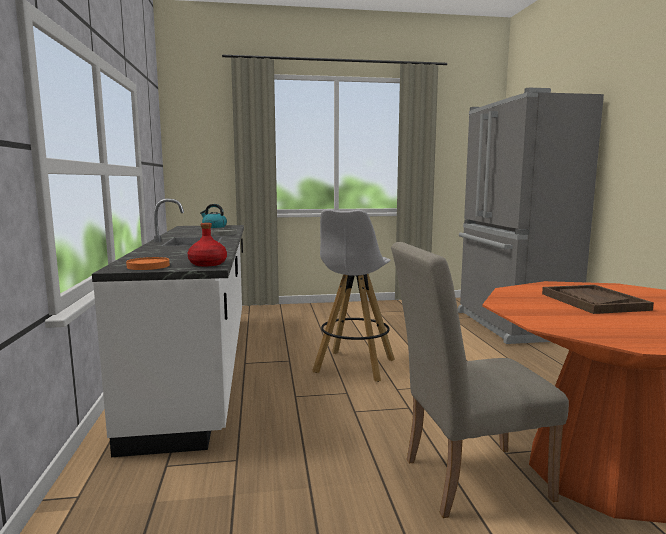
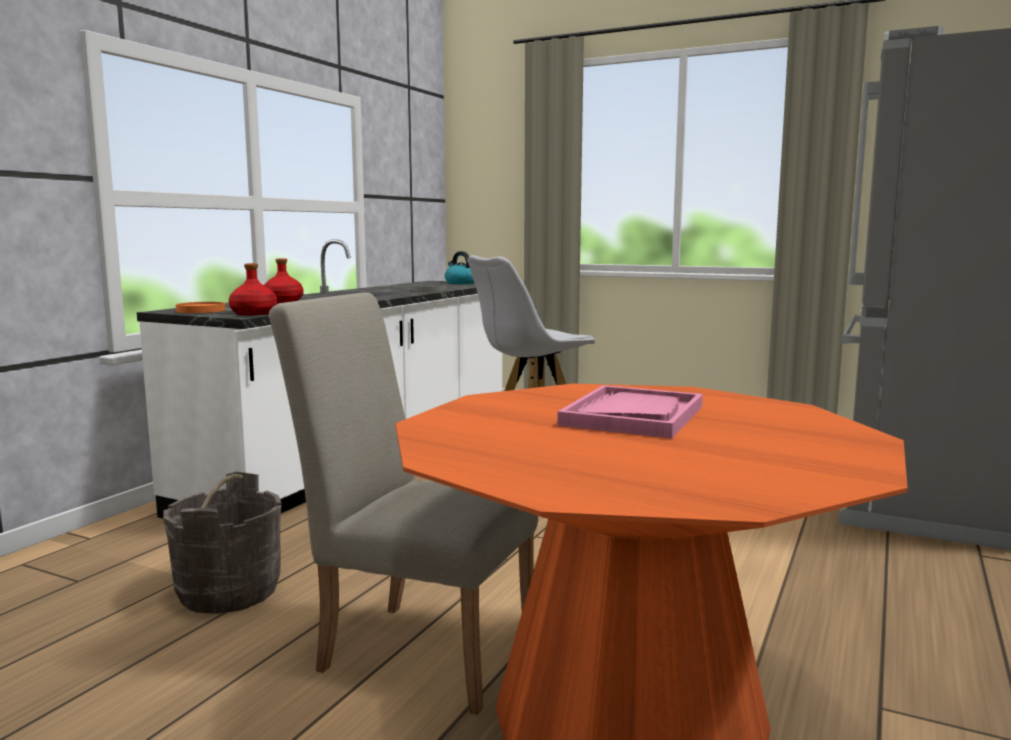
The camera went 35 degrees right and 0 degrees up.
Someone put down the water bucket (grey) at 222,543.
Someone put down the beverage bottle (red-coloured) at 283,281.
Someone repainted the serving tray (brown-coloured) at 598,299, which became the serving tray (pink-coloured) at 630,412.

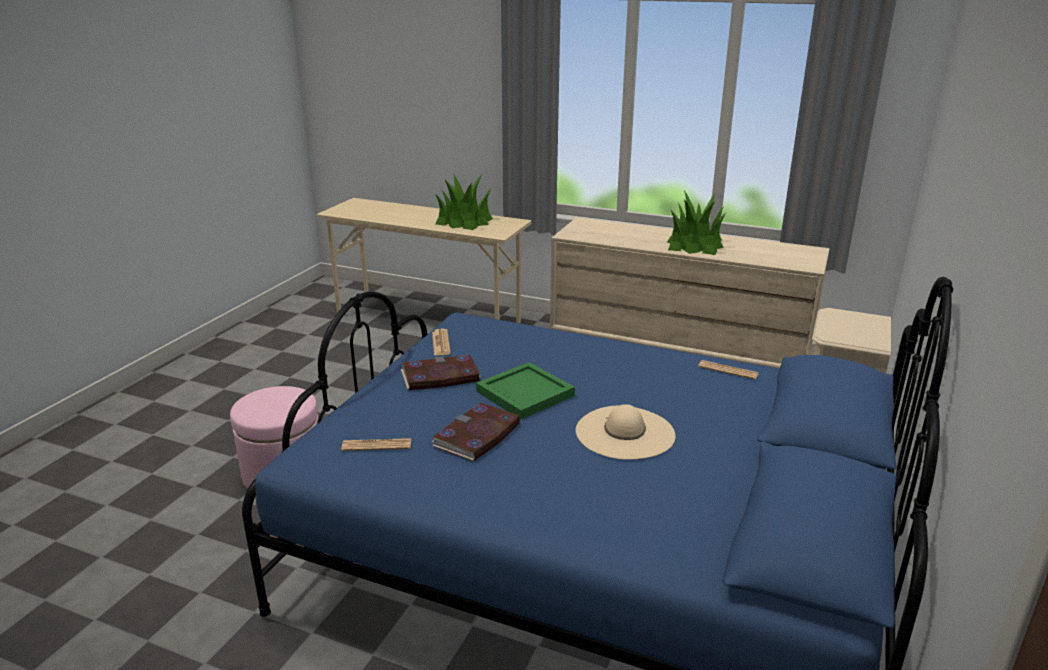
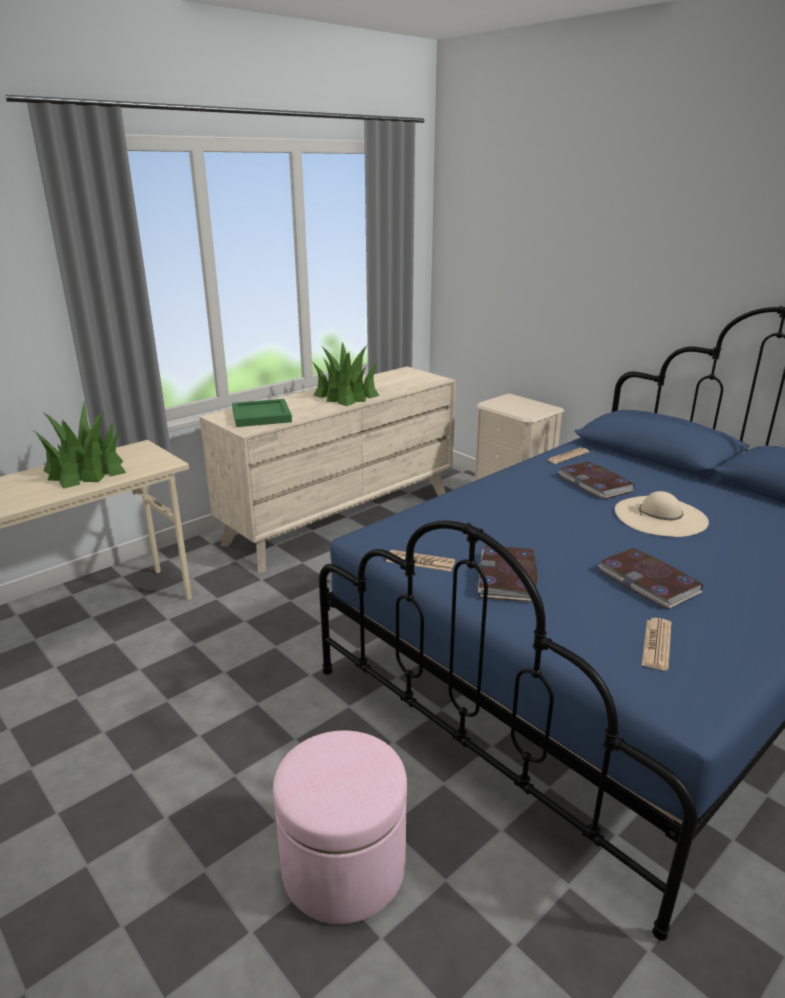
The camera went 65 degrees left and 0 degrees up.
Someone put down the bound book at 596,480.
Someone carried the serving tray (green-coloured) from 525,390 to 262,413.

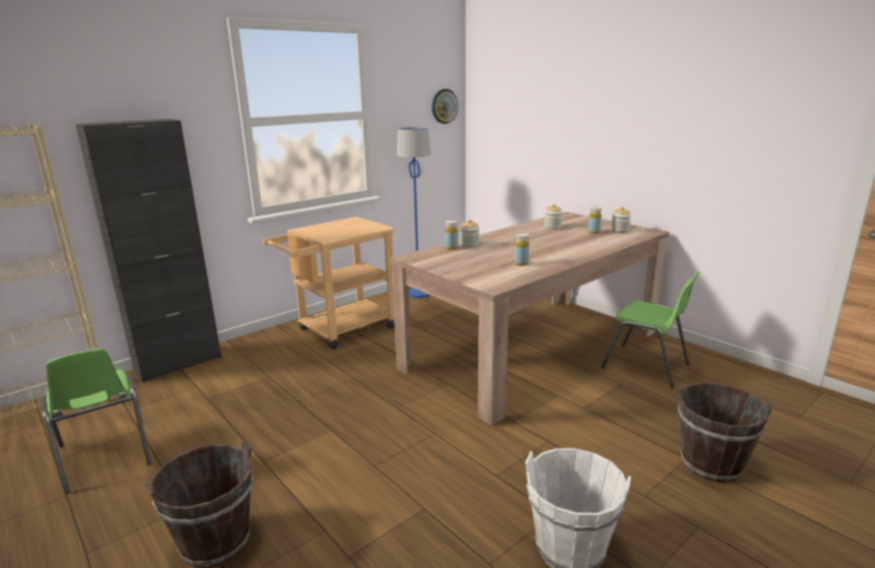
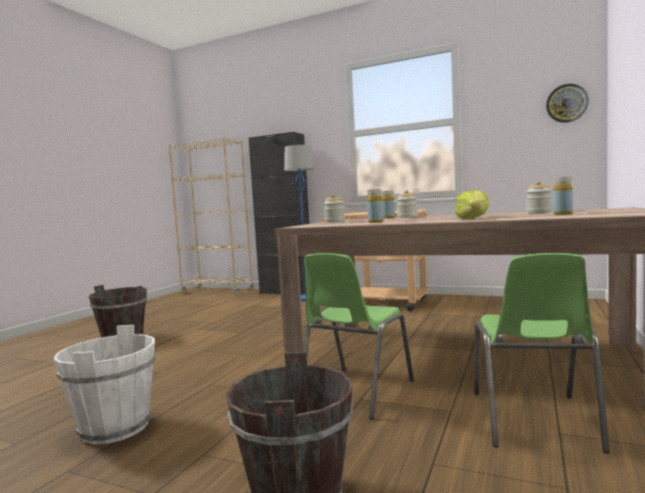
The camera went 65 degrees right and 15 degrees down.
Someone put down the lettuce head at 472,204.
Someone carried the upright chair (green-coloured) from 96,421 to 358,336.
Someone carried the floor lamp (blue) from 414,212 to 299,223.
Someone carried the jar from 621,220 to 334,208.

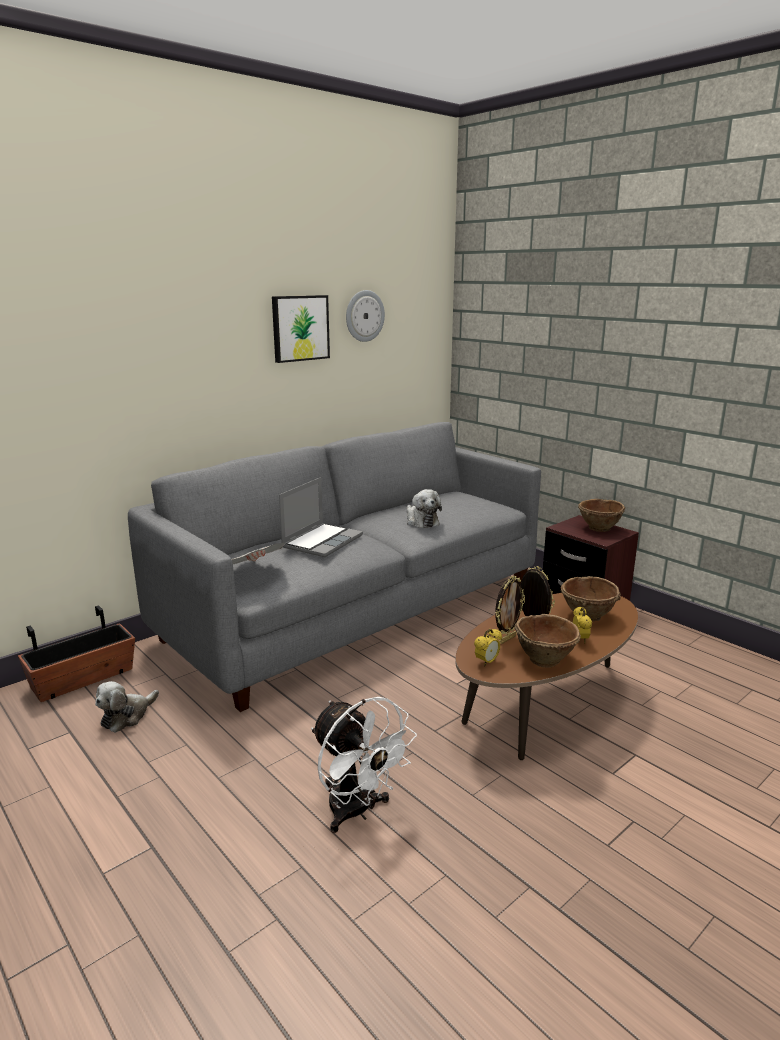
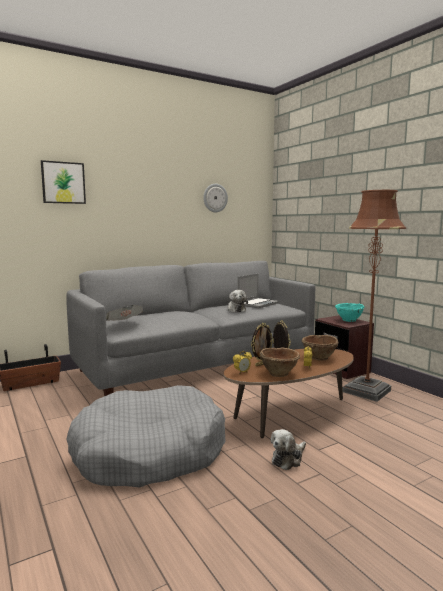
The camera went 10 degrees right and 10 degrees down.
Someone put down the floor lamp (brown-coloured) at 374,296.
Someone carried the cuddly toy from 127,707 to 288,449.
Someone carried the wall art from 301,329 to 63,182.
Someone carried the notebook computer from 321,517 to 258,291.
Someone swapped the fan (white-coloured) at 364,765 for the dog bed (grey) at 146,436.
Someone repainted the bowl (brown-coloured) at 601,515, which became the bowl (turquoise-coloured) at 350,312.

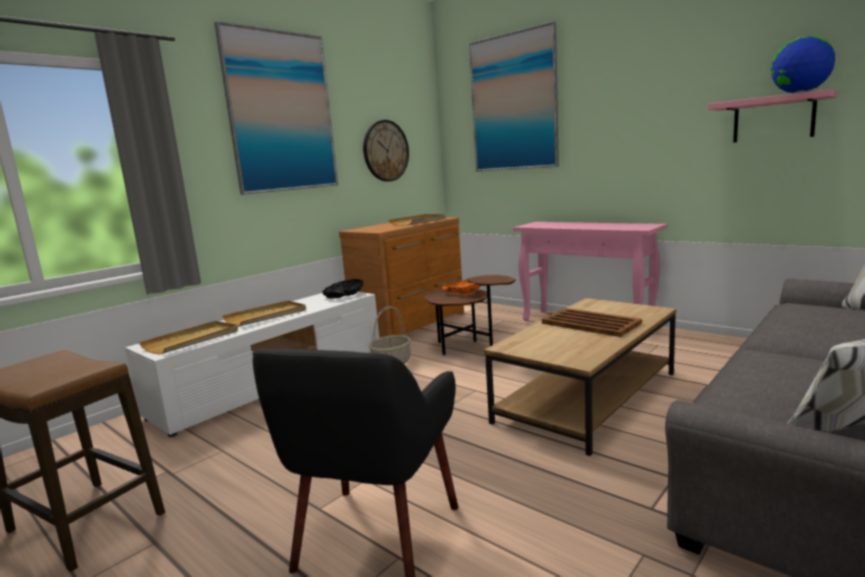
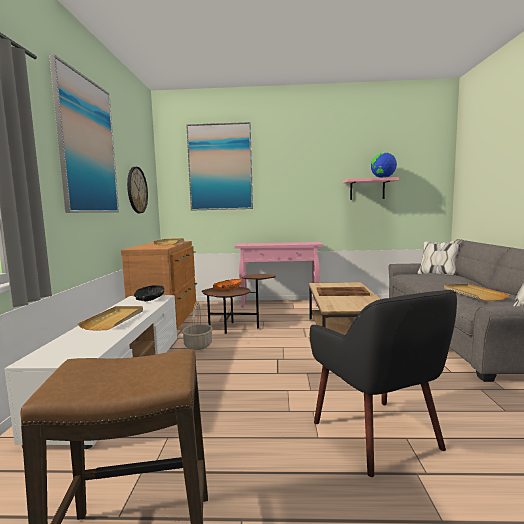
The camera went 40 degrees left and 5 degrees down.
Someone carried the serving tray (beige) from 188,338 to 477,292.

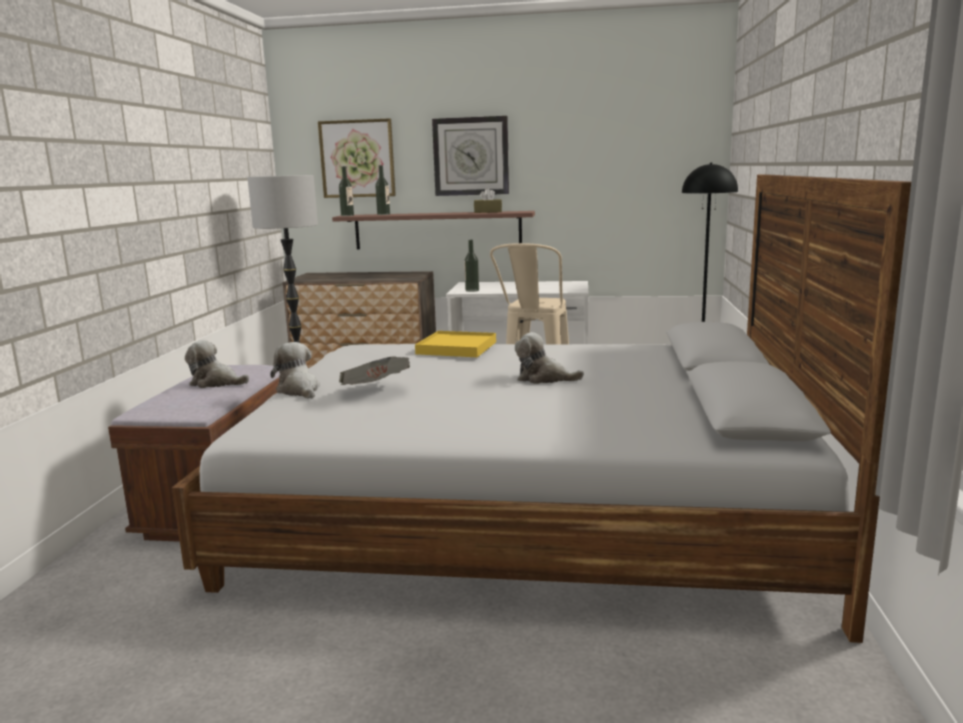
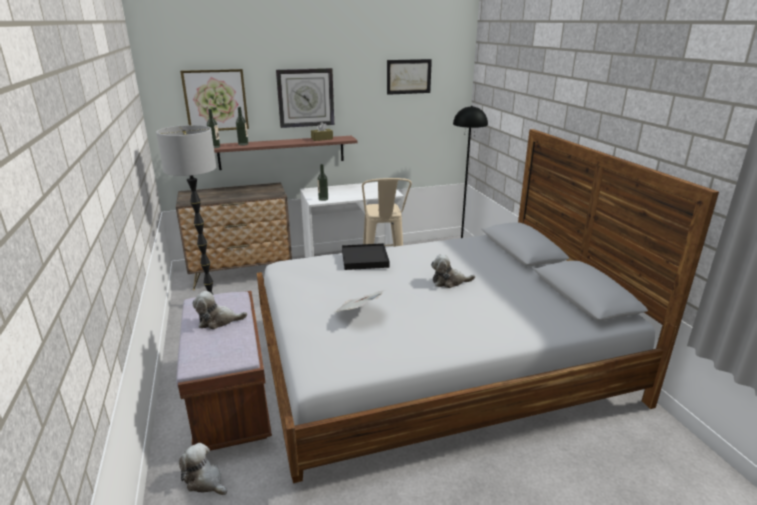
The camera went 25 degrees left and 10 degrees up.
Someone put up the wall art at 409,77.
Someone carried the cuddly toy from 295,370 to 203,469.
Someone repainted the serving tray (yellow-coloured) at 455,344, which became the serving tray (black-coloured) at 366,256.

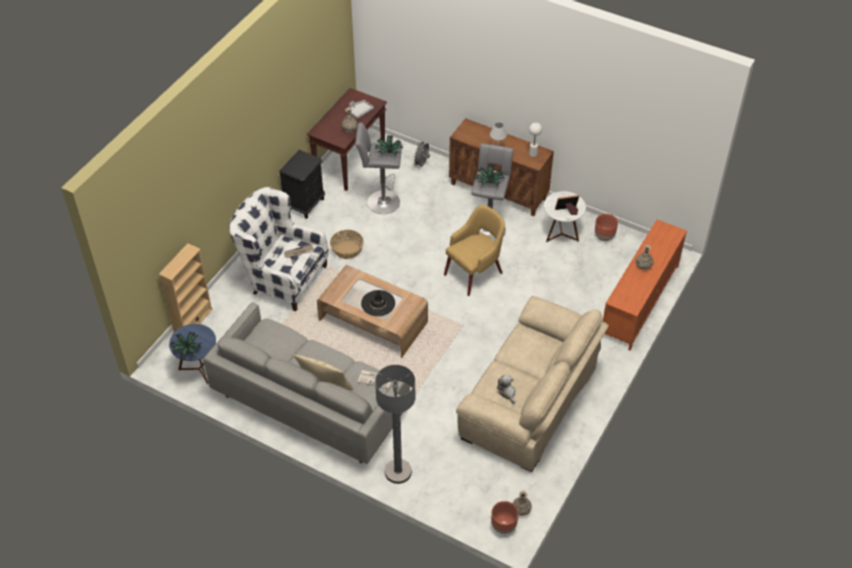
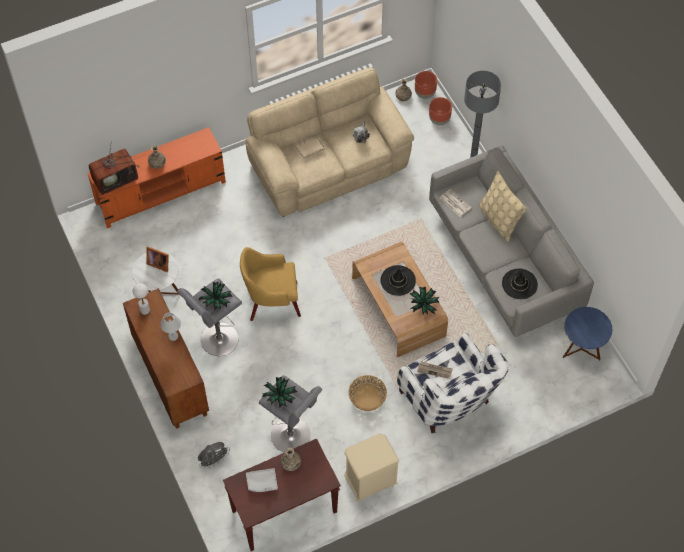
The camera went 145 degrees left and 10 degrees up.
Someone took away the shelving unit (beige) at 185,287.
Someone put down the television at 114,168.
Someone put down the serving tray (beige) at 310,148.
Someone put down the wearable hat (black-coloured) at 520,283.
Someone carried the houseplant from 186,344 to 425,300.
Someone carried the flower pot (brown-coloured) from 606,227 to 440,111.
Someone repainted the nightstand (black-coloured) at 302,184, which became the nightstand (beige) at 371,467.

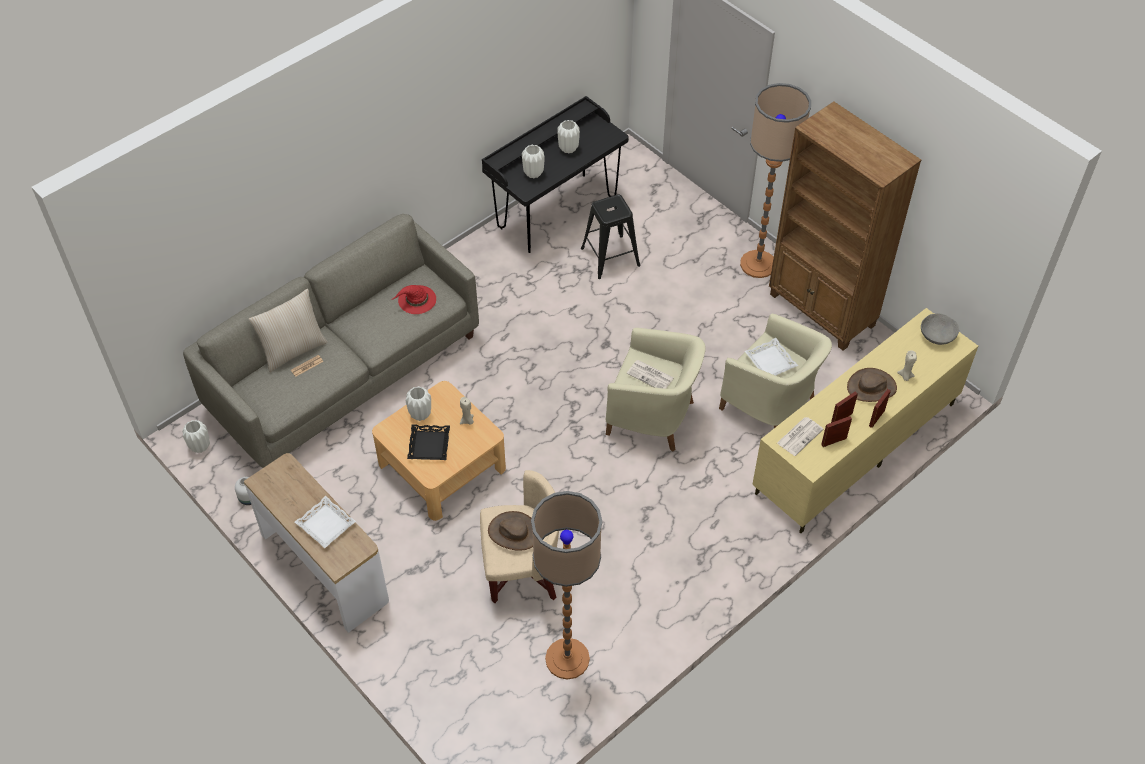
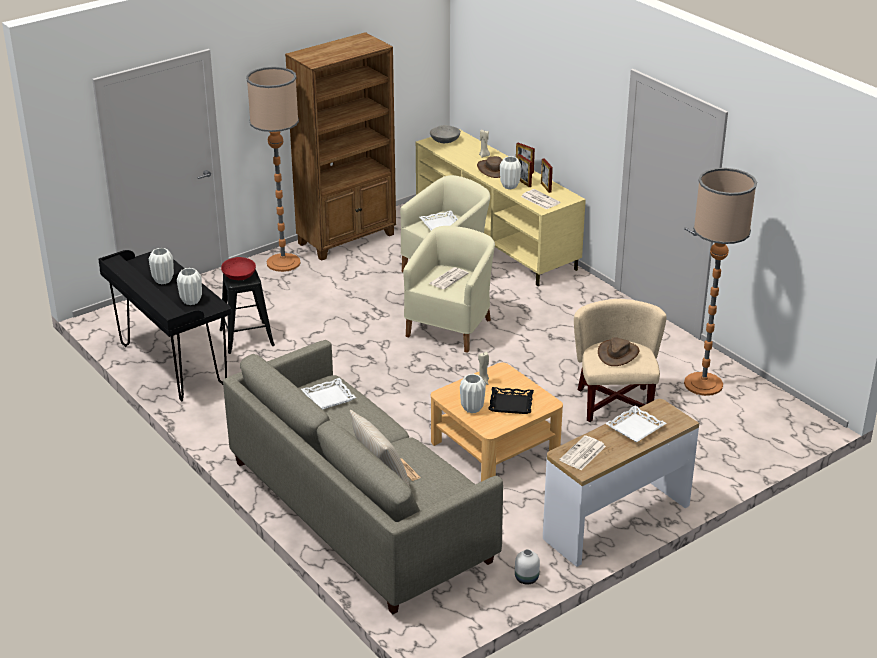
The camera went 85 degrees left and 20 degrees down.
Someone put down the bowl (red-coloured) at 238,268.
Someone put down the daily paper at 582,452.
Someone carried the flower vase (white-coloured) from 196,436 to 510,172.
Someone swapped the wearable hat (red-coloured) at 413,299 for the serving tray (white-coloured) at 328,393.

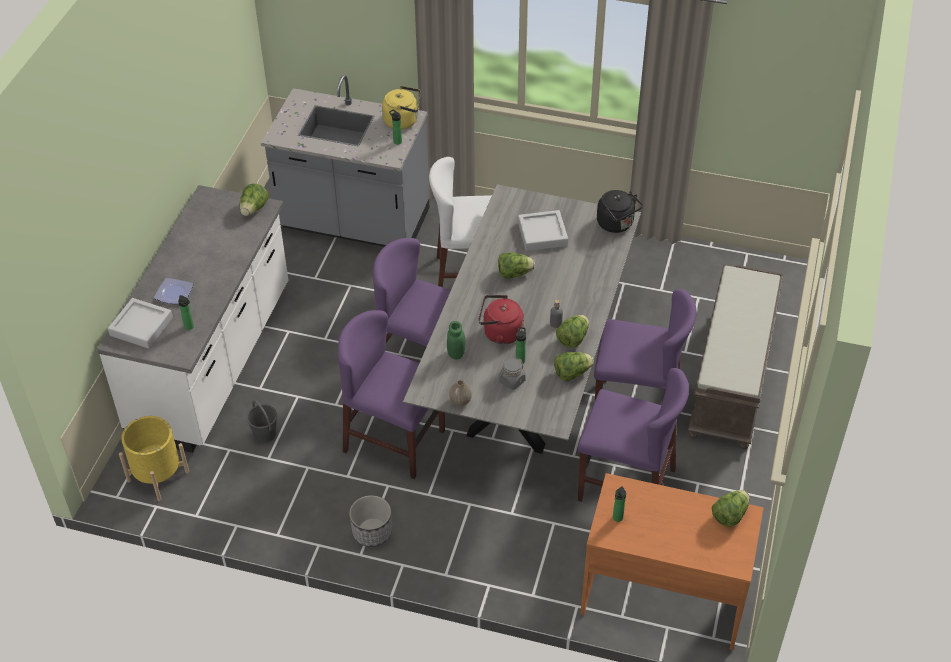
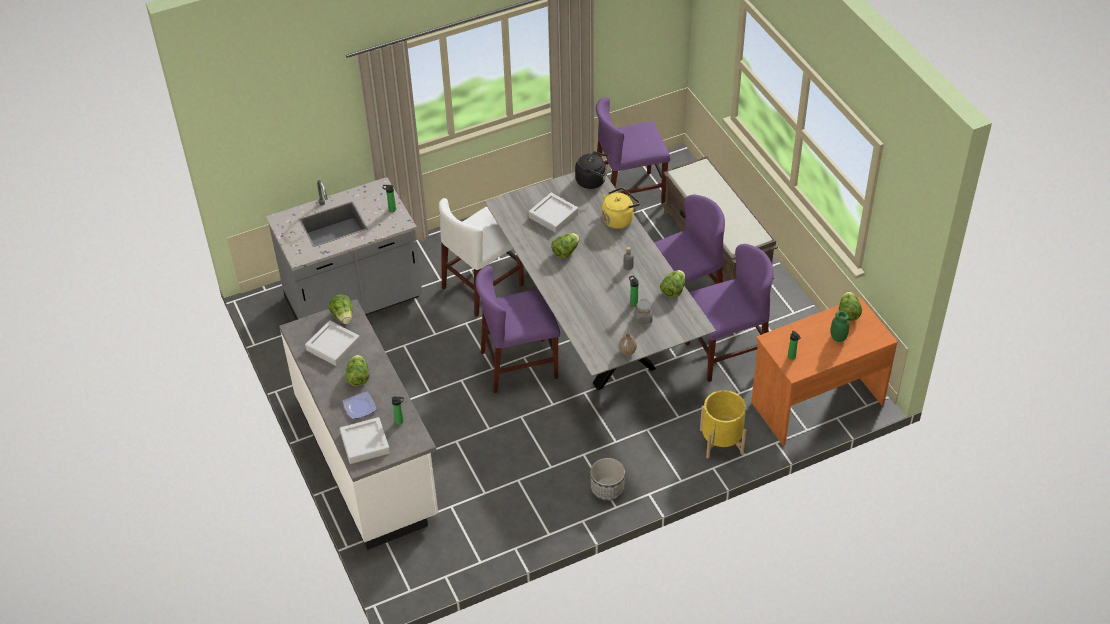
The camera went 40 degrees left and 0 degrees up.
Someone took away the water bucket (grey) at 261,421.
Someone took away the kettle (red-coloured) at 501,319.
Someone put down the serving tray (grey) at 332,343.
Someone carried the flower pot (yellow-coloured) from 154,458 to 723,424.
Someone carried the upright chair (purplish) from 391,394 to 633,150.
Someone carried the kettle (yellow-coloured) from 401,108 to 621,208.
Someone carried the jar (green-coloured) from 456,340 to 840,326.
Someone carried the lettuce head from 572,331 to 357,370.

